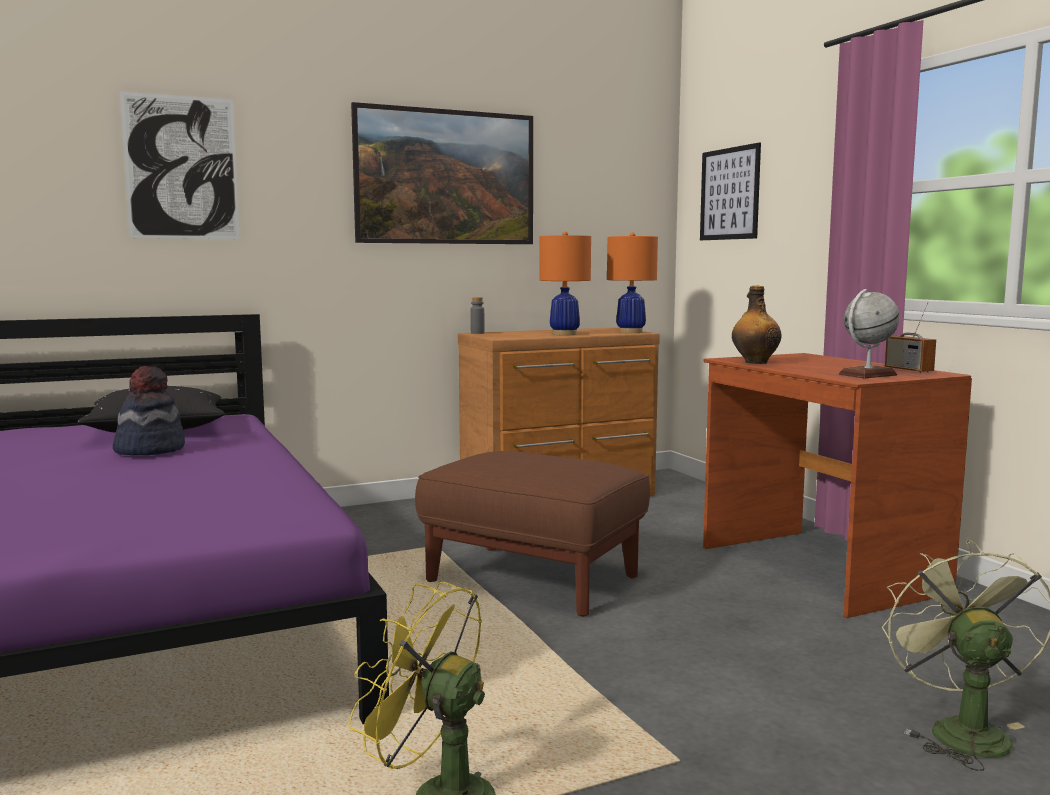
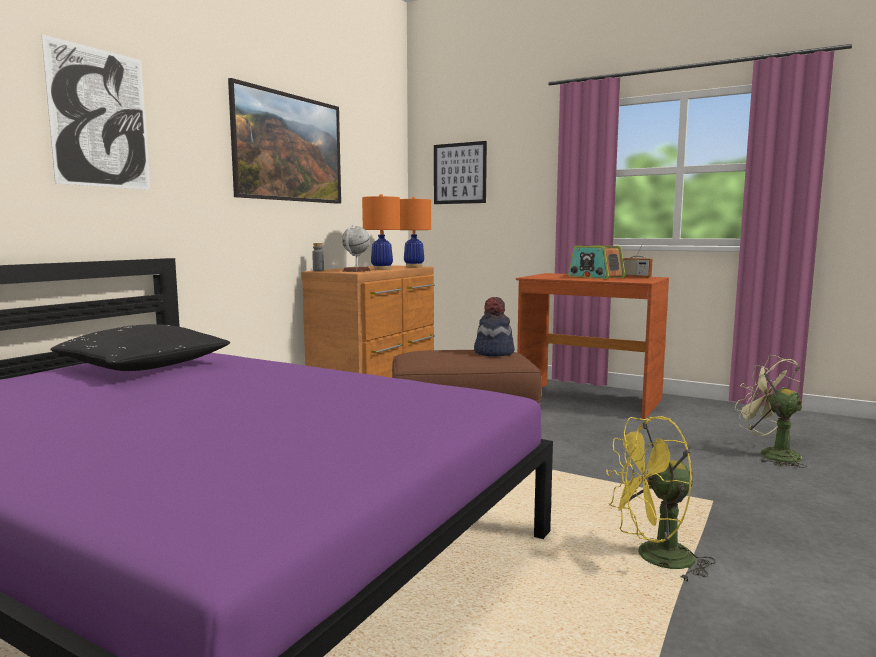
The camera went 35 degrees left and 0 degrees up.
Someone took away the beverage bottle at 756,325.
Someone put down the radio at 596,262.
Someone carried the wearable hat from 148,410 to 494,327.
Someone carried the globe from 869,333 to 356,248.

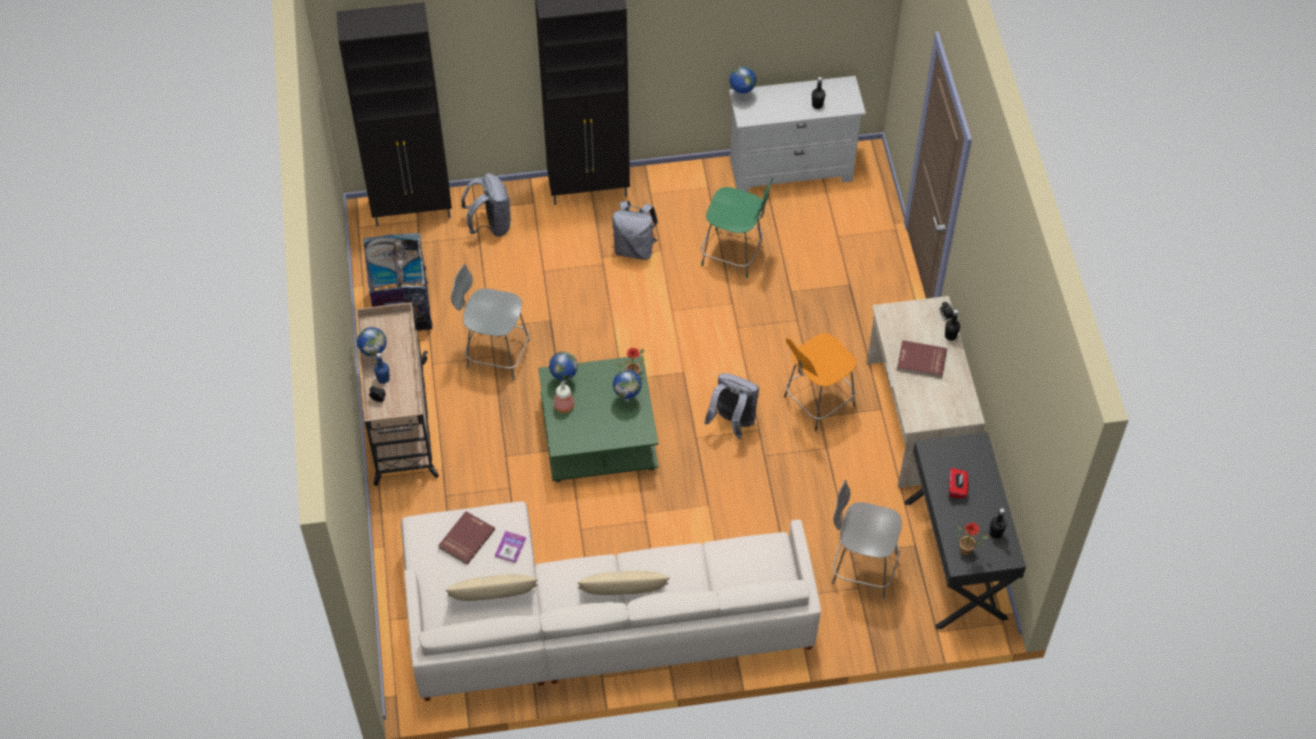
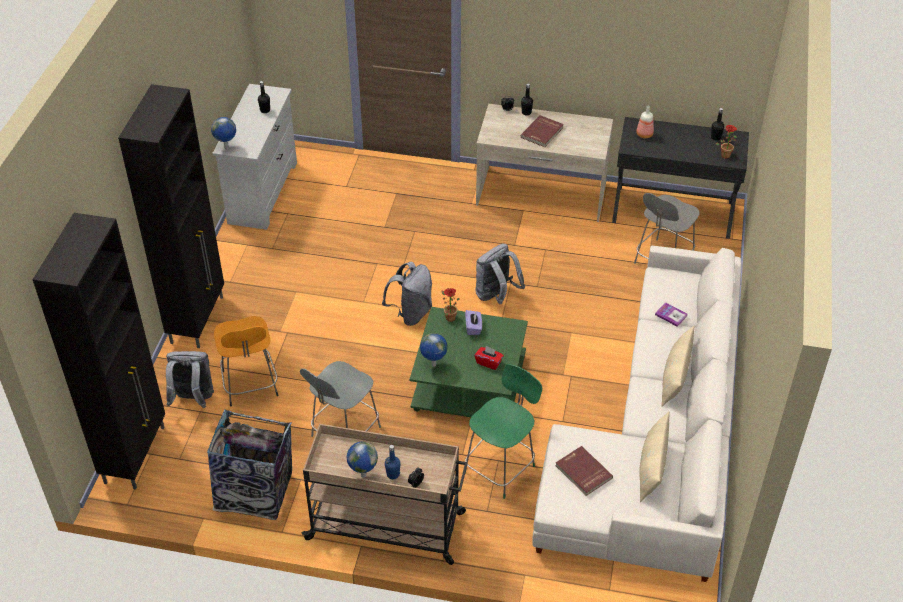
The camera went 70 degrees left and 10 degrees down.
Someone carried the bound book from 510,547 to 671,314.
Someone carried the beverage bottle from 564,397 to 645,122.
Someone carried the rucksack (grey) from 635,230 to 407,294.
Someone carried the upright chair (green-coloured) from 737,228 to 503,431.
Someone carried the stool (orange-coloured) from 820,382 to 246,361.
Someone carried the tissue holder (red-coloured) from 958,483 to 489,358.
Someone swapped the globe at 627,386 for the tissue holder (purplish) at 473,322.

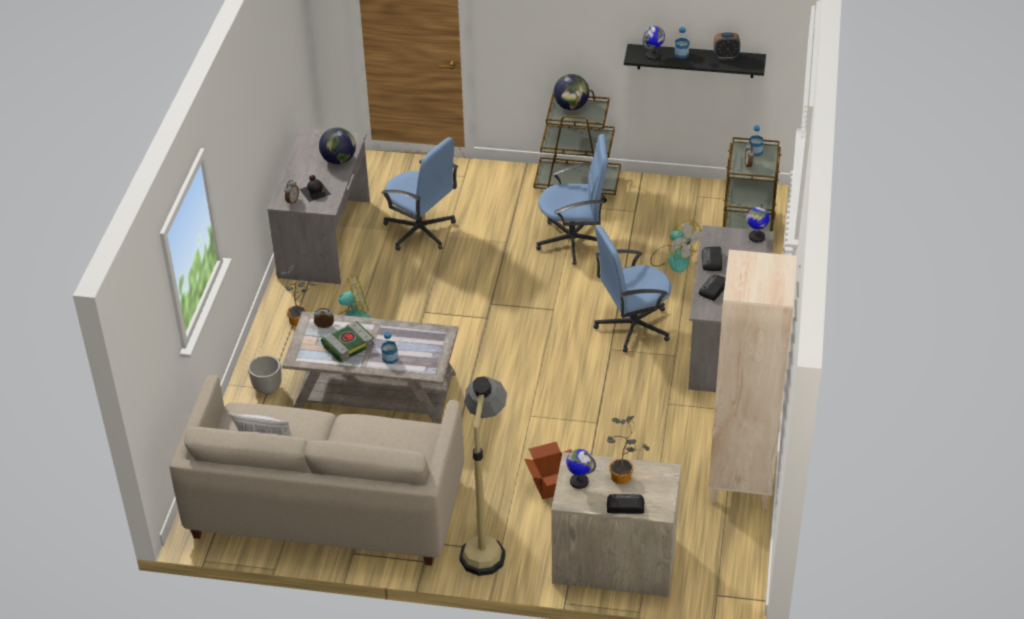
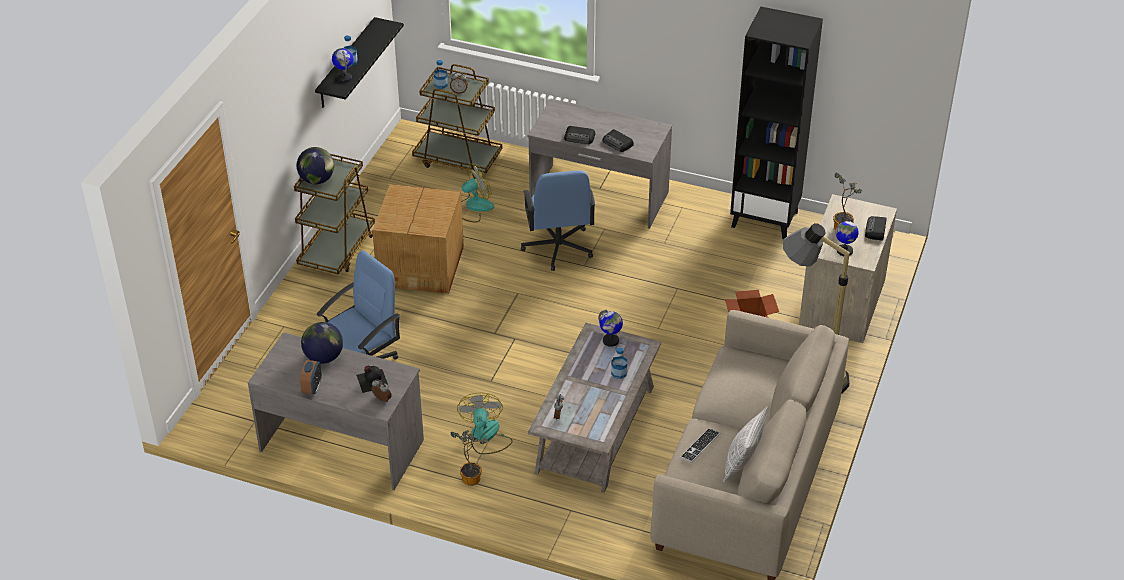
The camera went 80 degrees left and 0 degrees up.
Someone took away the flower pot at 264,375.
Someone took away the bound book at 348,342.
Someone put down the computer keyboard at 700,445.
Someone carried the table clock from 726,46 to 311,377.
Someone carried the globe from 758,223 to 610,328.
Someone swapped the desk chair (blue) at 572,199 for the packing box at 418,239.
Someone repainted the shelving unit (beige) at 752,379, which became the shelving unit (black-coloured) at 776,122.

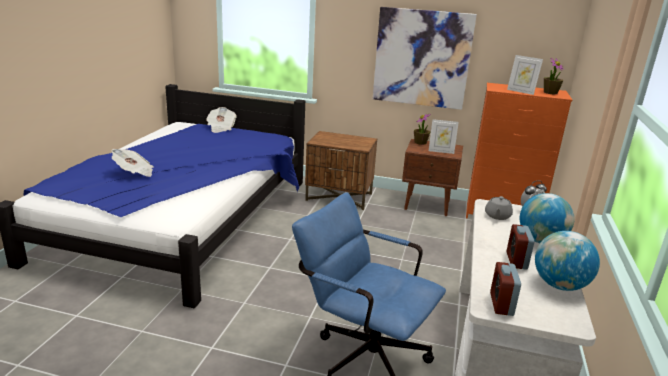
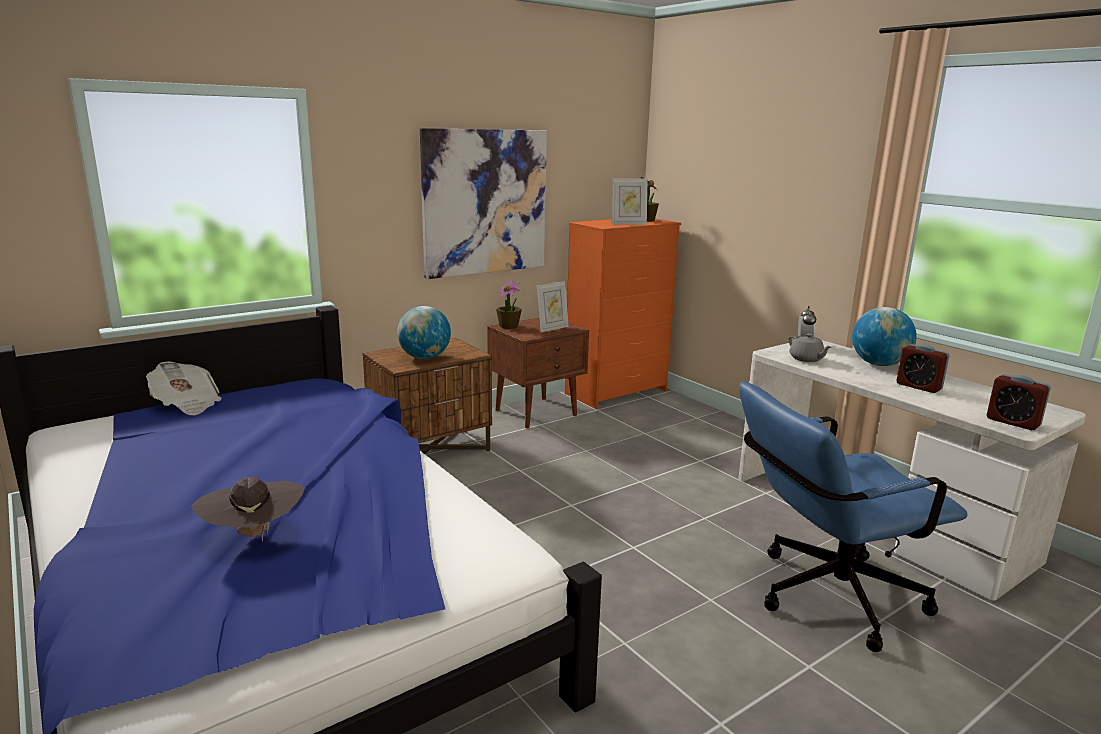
The camera went 50 degrees left and 5 degrees down.
Someone carried the globe from 567,261 to 424,332.
Someone swapped the daily paper at 132,163 for the wearable hat (brown-coloured) at 247,509.

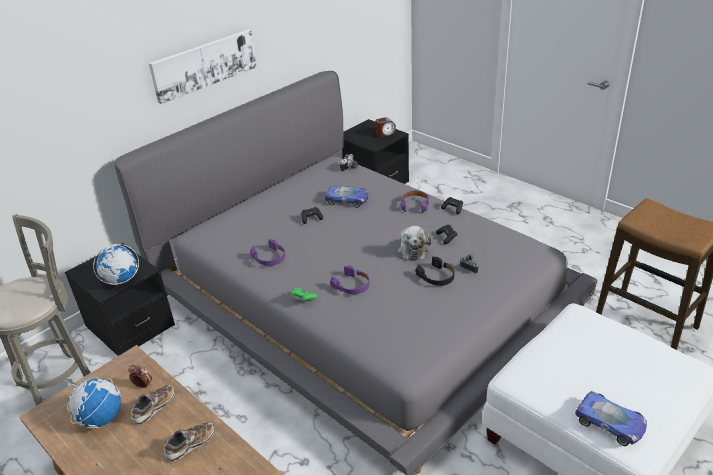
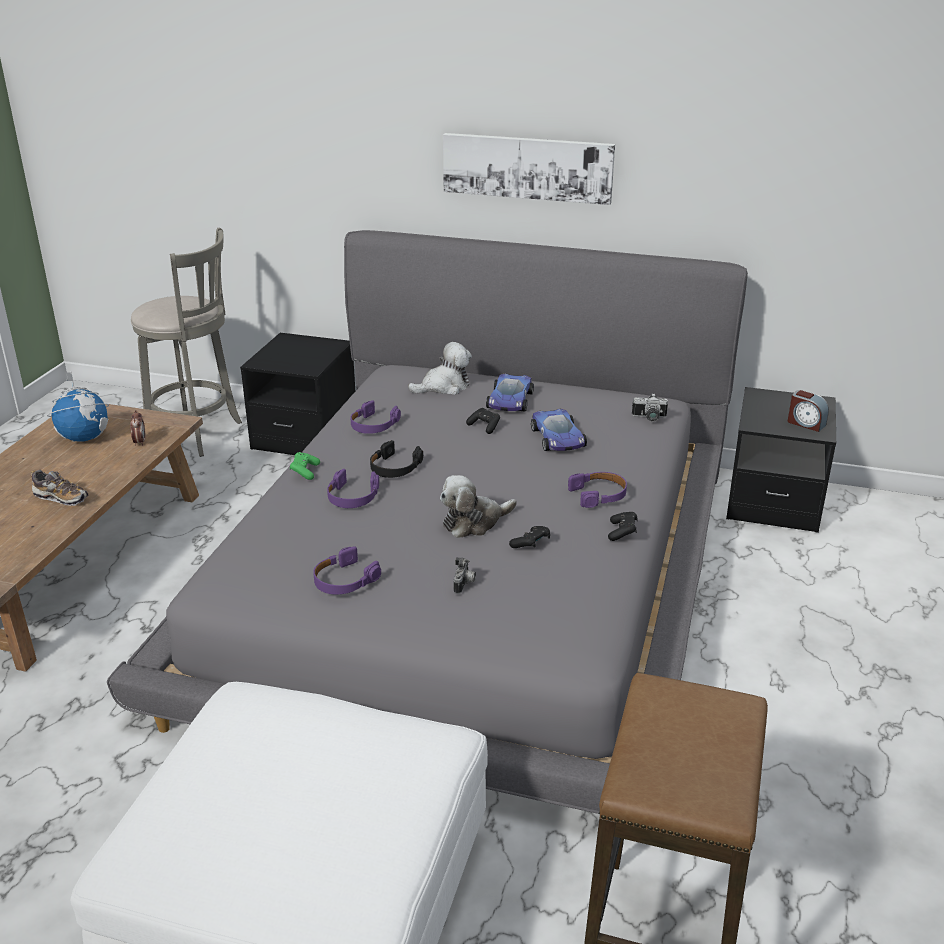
The camera went 60 degrees right and 5 degrees down.
Someone took away the globe at 116,264.
Someone took away the low shoe at 152,404.
Someone put down the headset (purplish) at 347,570.
Someone put down the cuddly toy at 440,368.
Someone carried the headset (black-coloured) from 435,271 to 396,459.
Someone carried the model car from 611,418 to 510,392.

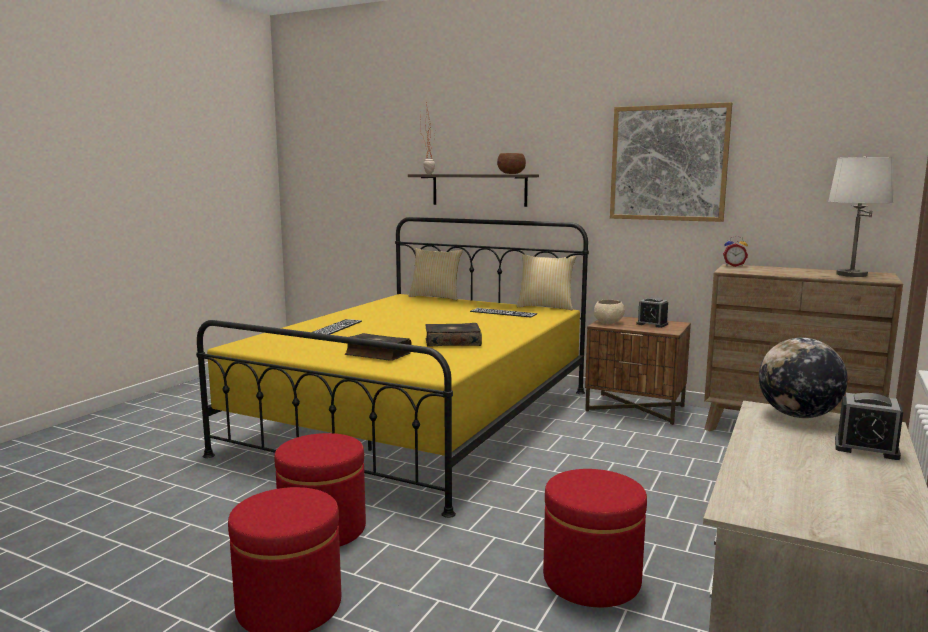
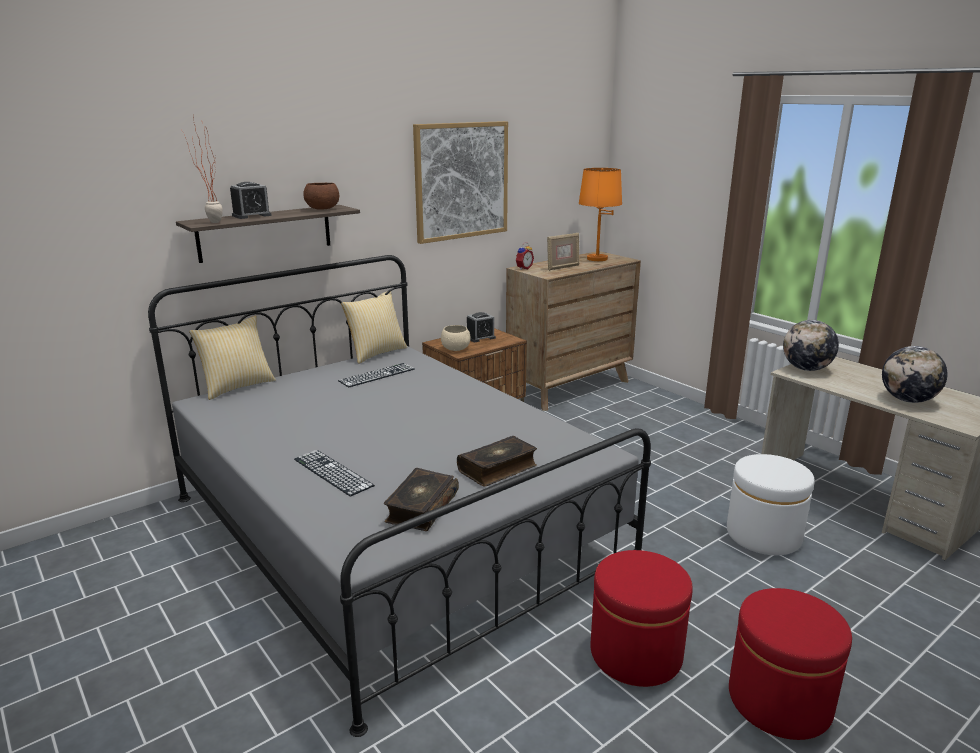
The camera went 65 degrees left and 10 degrees up.
Someone put down the picture frame at 563,251.
Someone put down the globe at 914,374.
Someone carried the bound book from 453,335 to 421,499.
Someone carried the table clock from 869,426 to 251,200.
Someone repainted the bed (yellow-coloured) at 392,367, which became the bed (grey) at 399,496.
Someone repainted the footrest (red-coloured) at 595,538, which became the footrest (white-coloured) at 771,504.
Someone repainted the tabletop lamp (white-coloured) at 860,216, which became the tabletop lamp (orange-coloured) at 600,214.

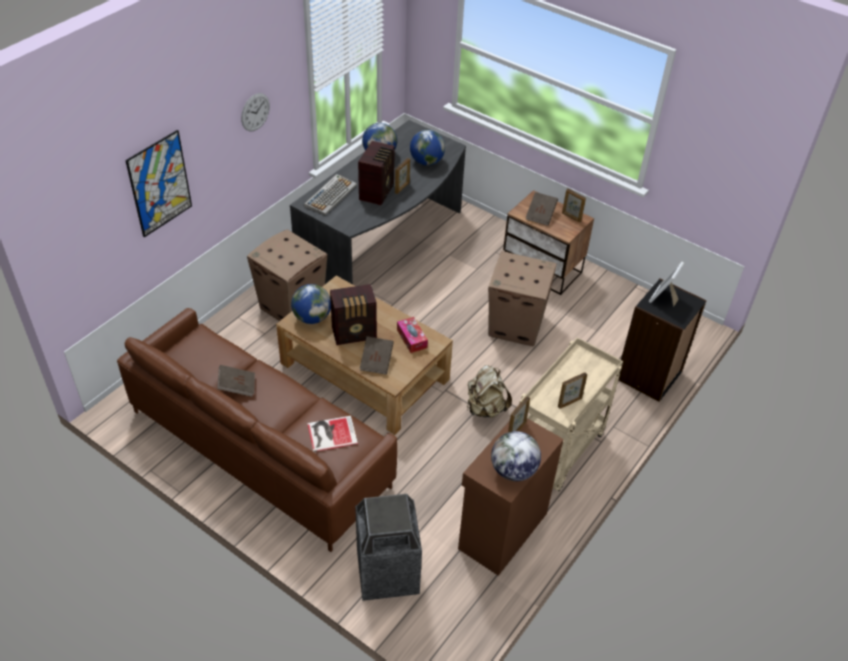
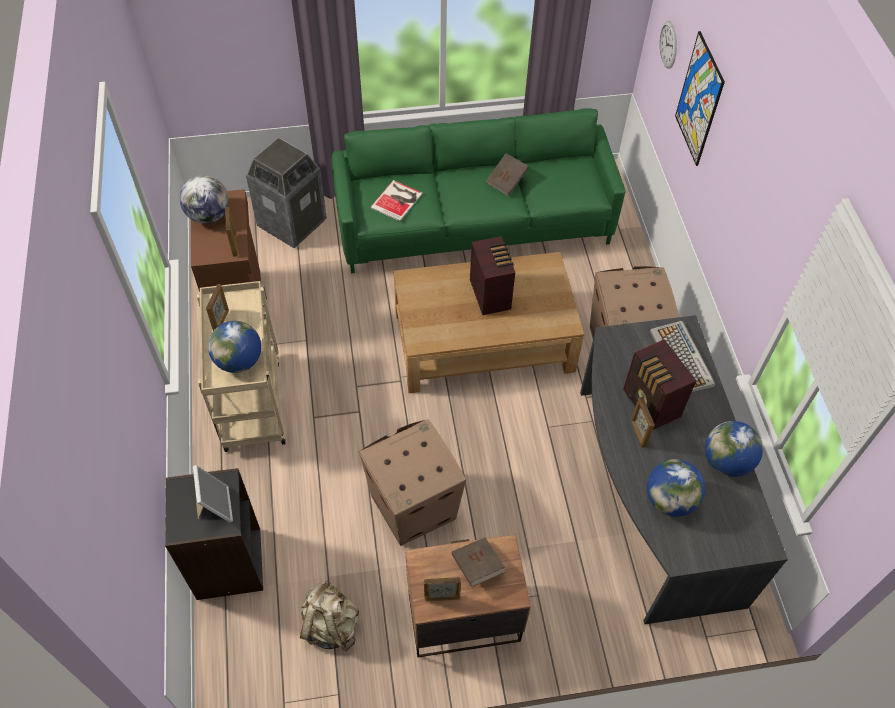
The camera went 135 degrees right and 10 degrees up.
Someone took away the bound book (brown-coloured) at 377,355.
Someone took away the tissue holder at 412,335.
Someone carried the wall clock from 255,112 to 668,45.
Someone carried the globe from 311,304 to 234,347.
Someone carried the rucksack (beige) from 489,391 to 329,616.
Someone repainted the couch (brown-coloured) at 257,430, which became the couch (green-coloured) at 479,190.
Someone rotated the radio at 353,314 by 135 degrees clockwise.

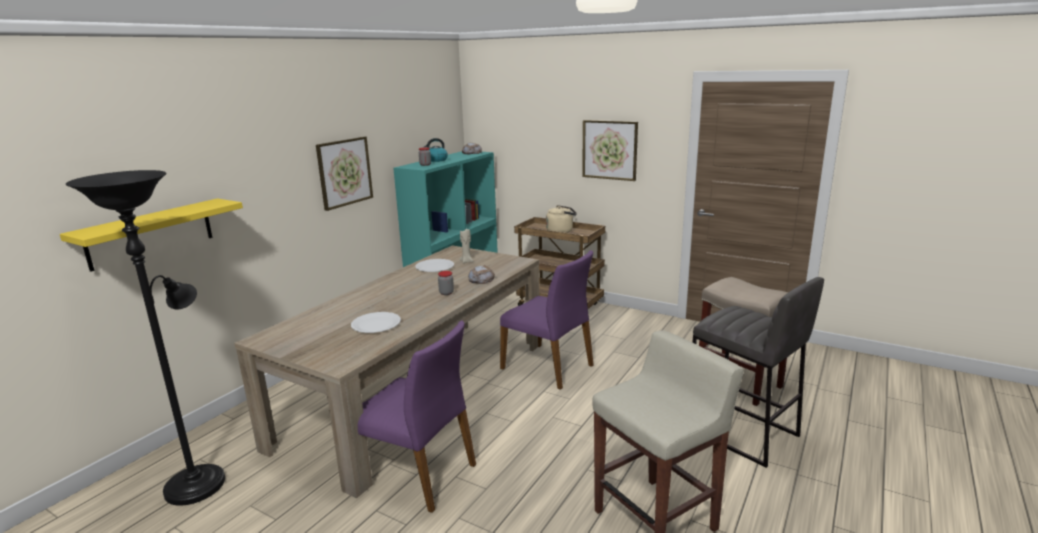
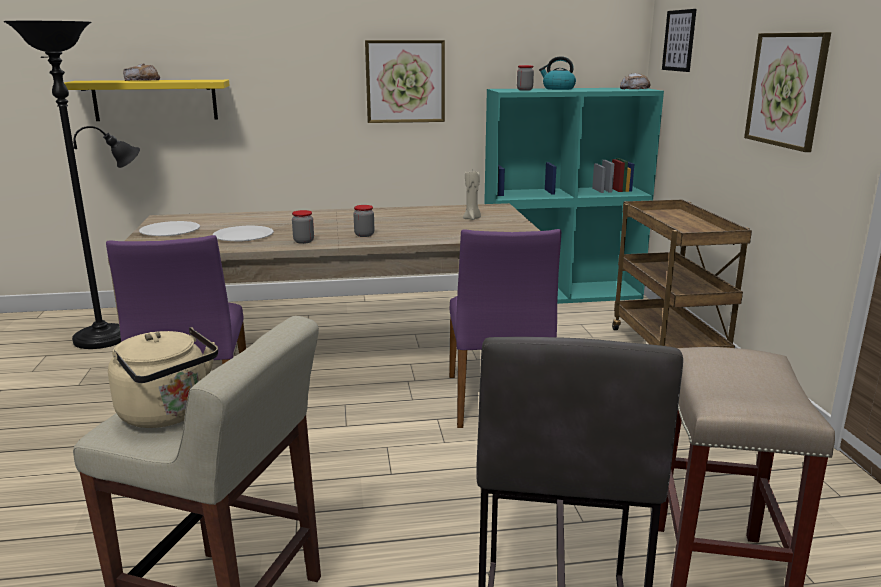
The camera went 50 degrees right and 0 degrees up.
Someone put down the jar at 303,227.
Someone put up the wall art at 679,40.
Someone carried the dinner plate (white-coloured) from 434,265 to 169,228.
Someone carried the bread from 481,274 to 141,72.
Someone carried the kettle (beige) from 561,219 to 163,377.

